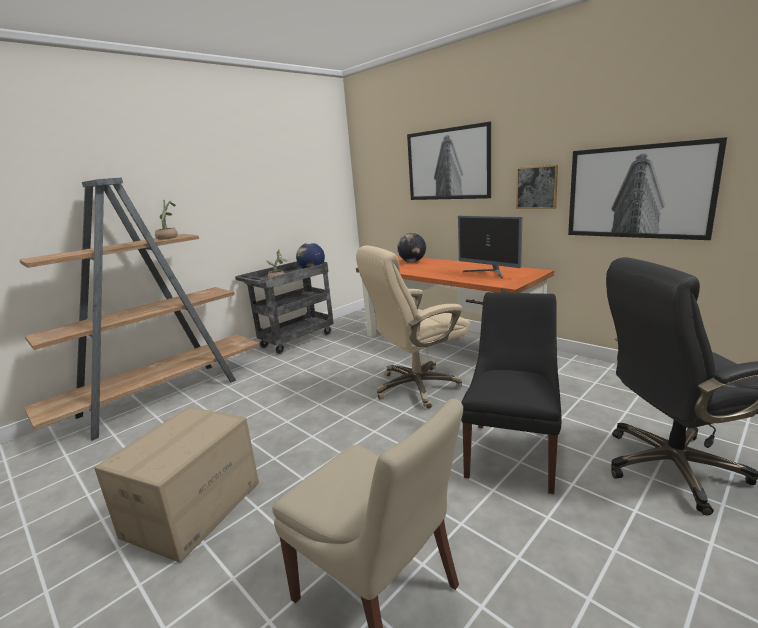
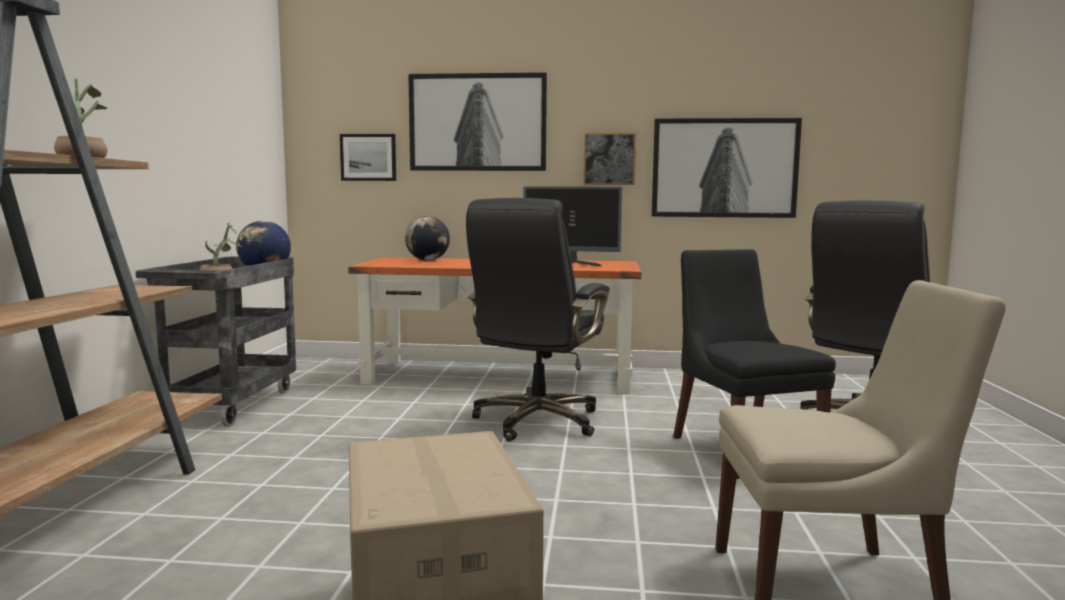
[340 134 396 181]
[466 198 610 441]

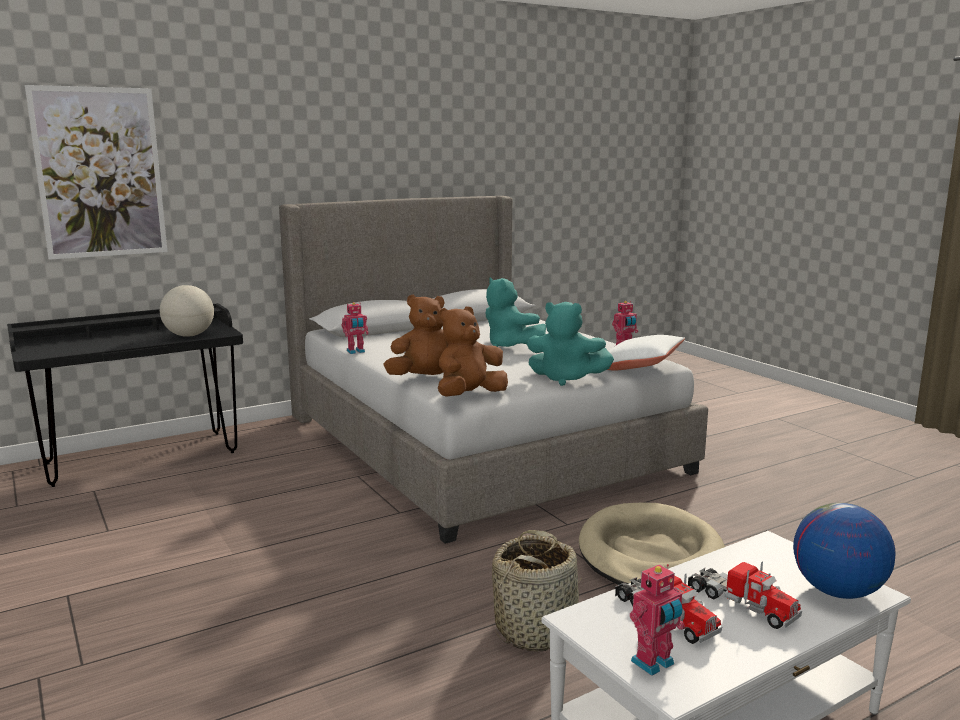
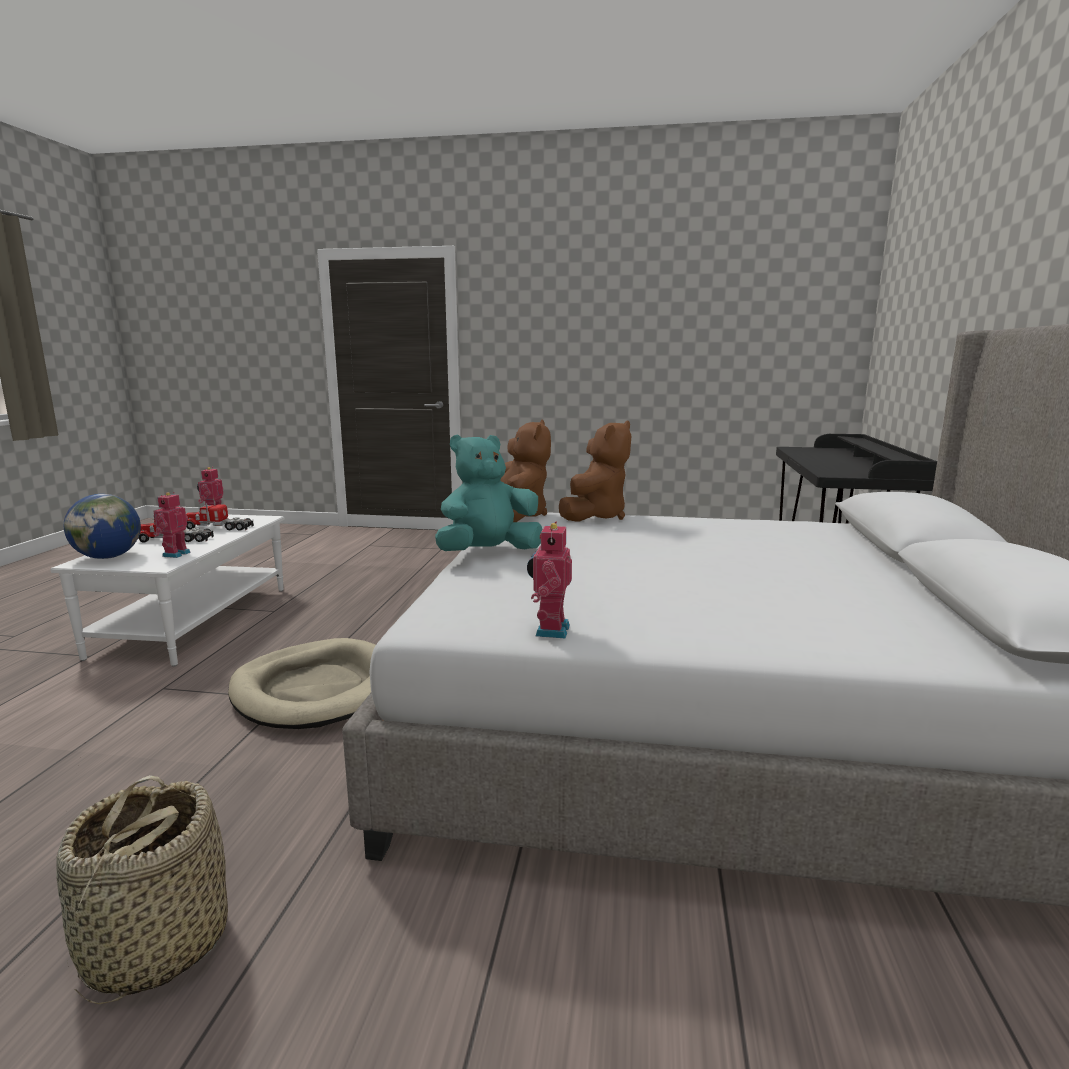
[25 85 168 260] (first image)
[160 285 214 337] (first image)
[486 278 546 347] (first image)
[607 335 685 370] (first image)
[153 492 191 558]
[56 775 228 1004]

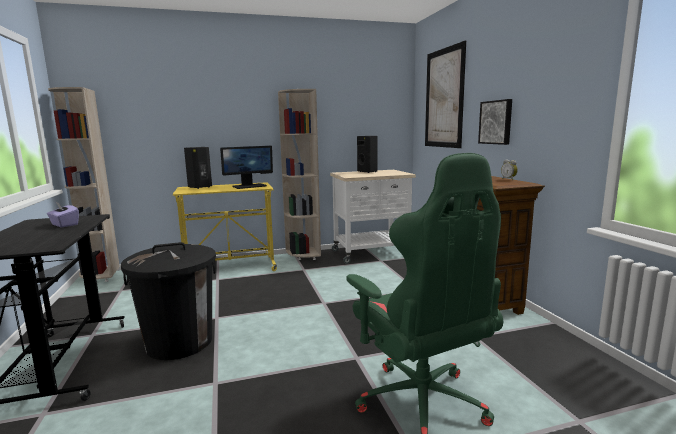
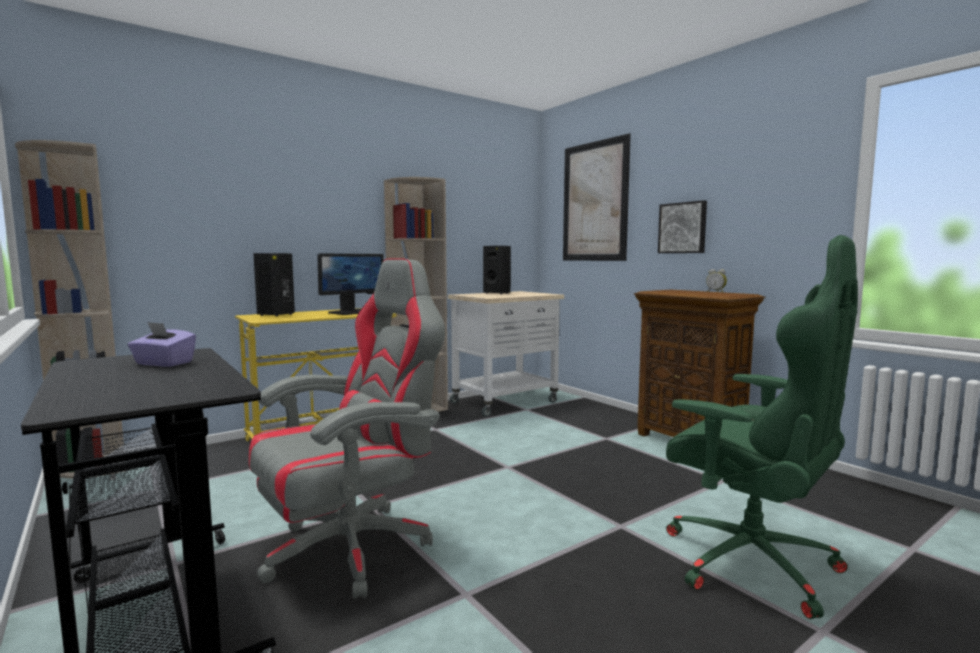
[249 259 445 599]

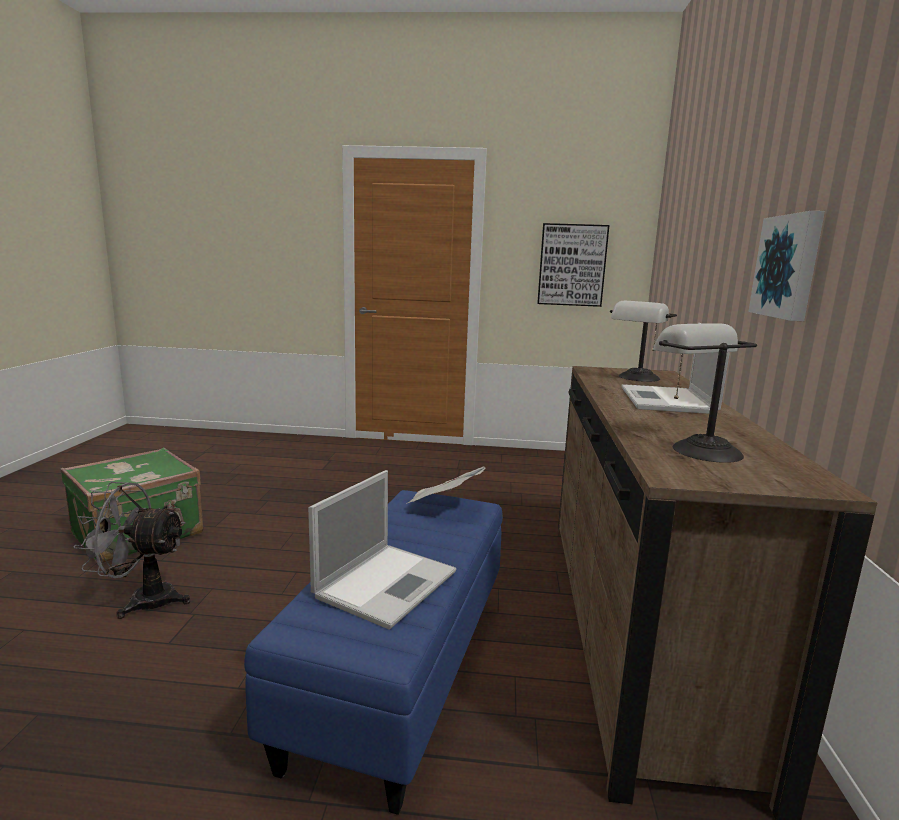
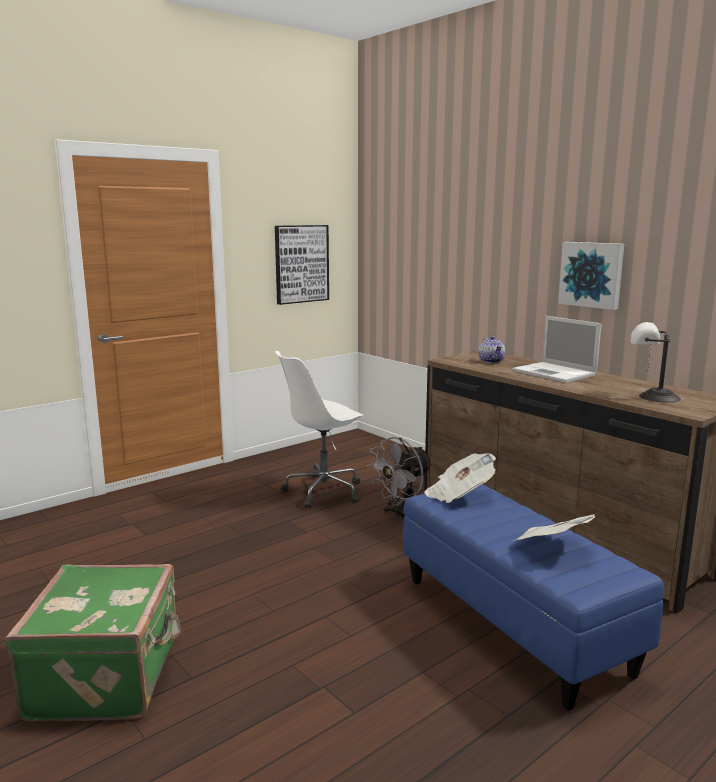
[275 351 363 508]
[367 437 433 519]
[513 514 595 541]
[478 336 505 363]

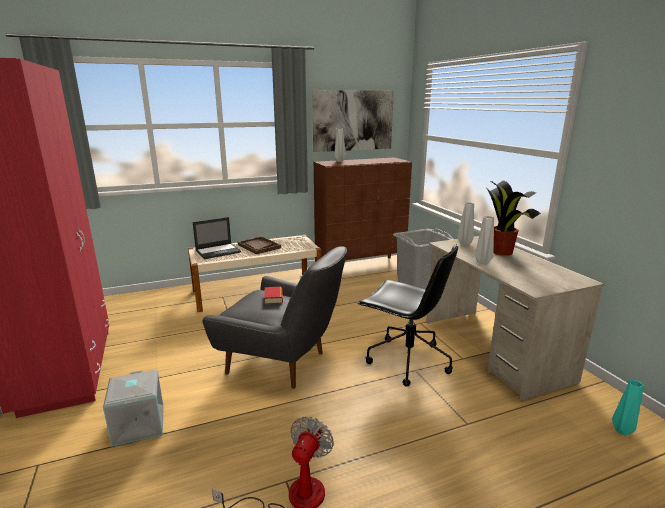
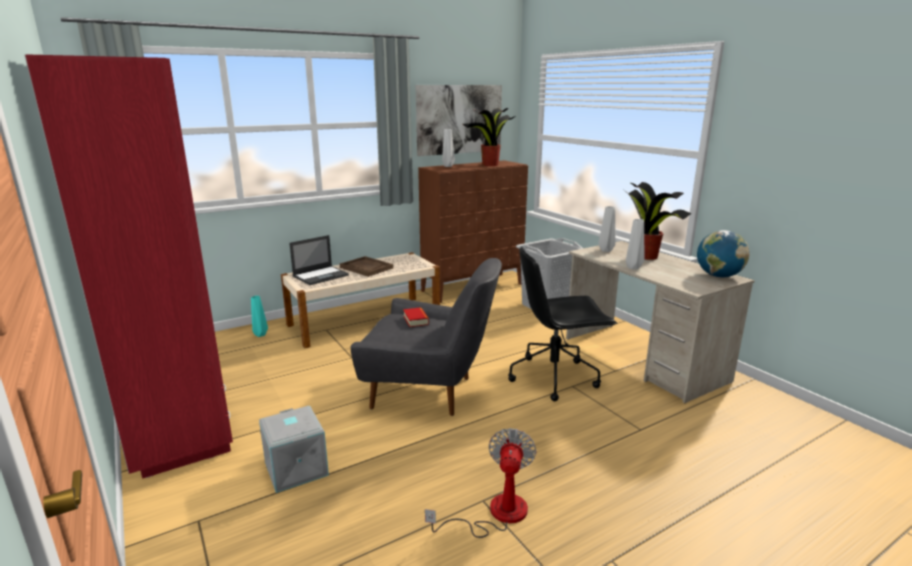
[463 108 516 166]
[697 230 750 277]
[251 296 268 337]
[508 246 617 401]

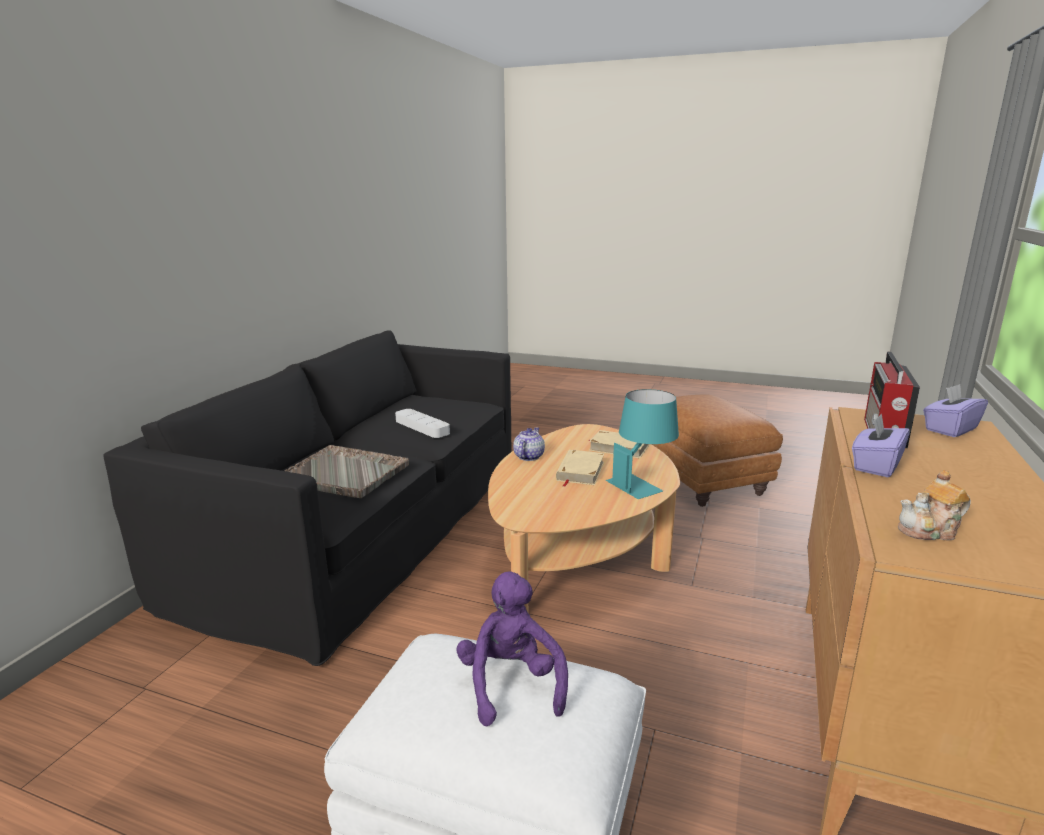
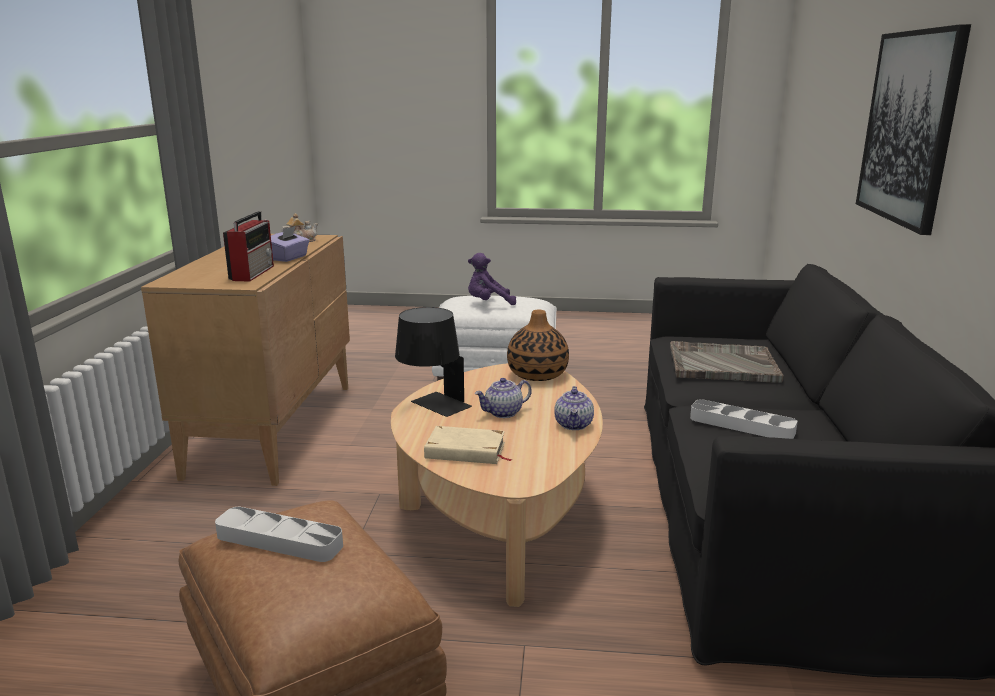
[923 384 988 437] (first image)
[215 507 343 562]
[507 310 569 381]
[856 24 971 235]
[475 378 532 418]
[395 307 472 417]
[468 253 516 305]

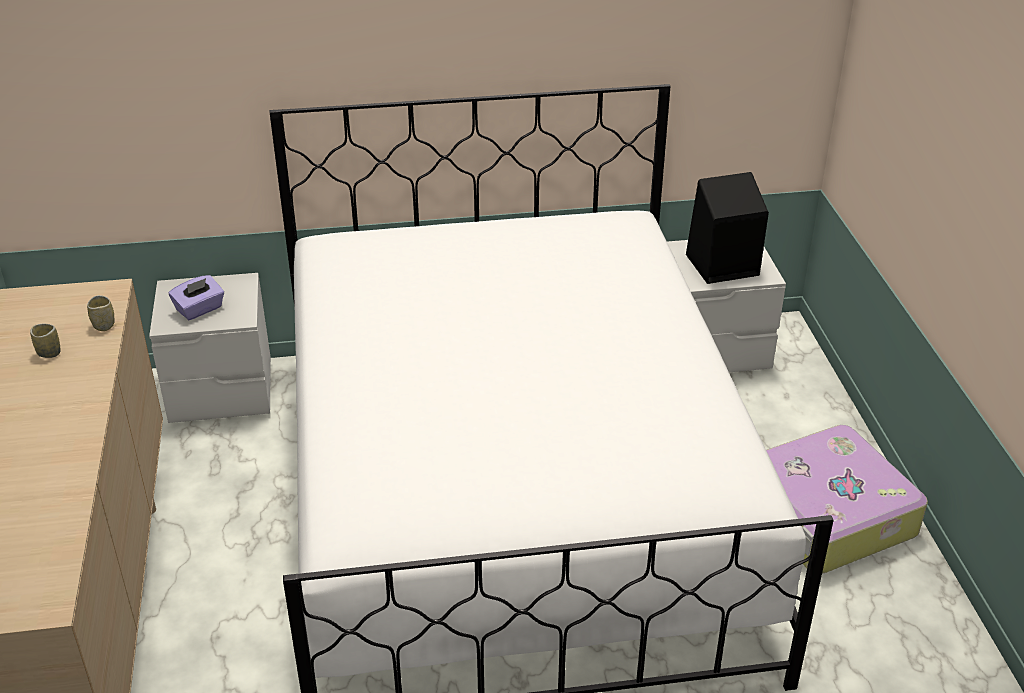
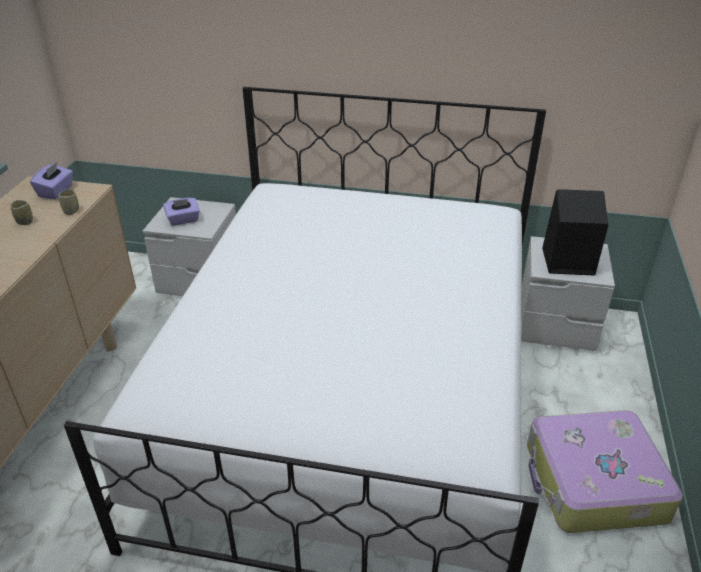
[30 162 73 199]

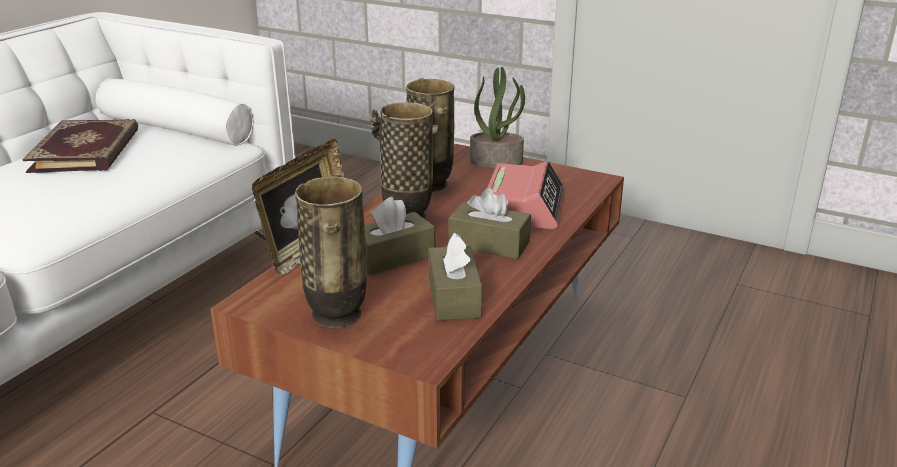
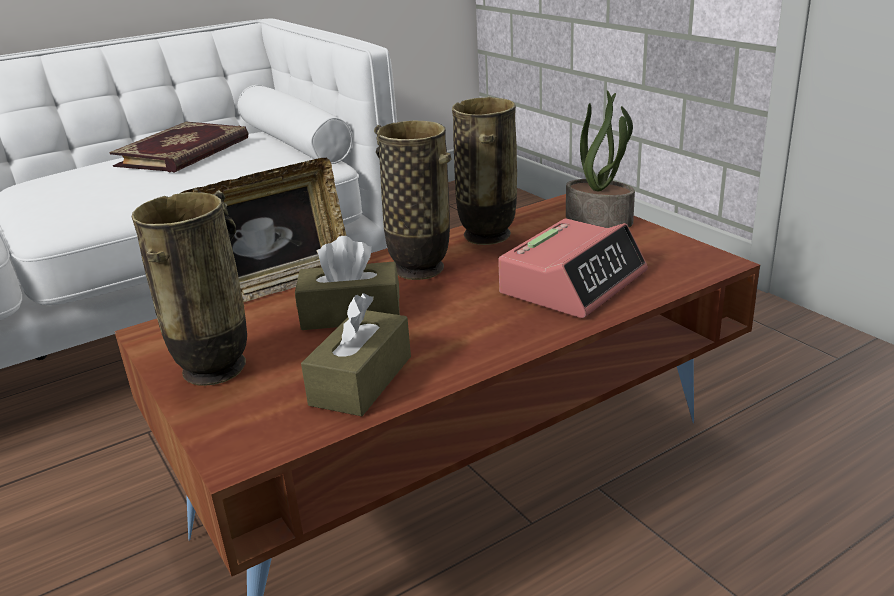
[448 188 531 259] (first image)

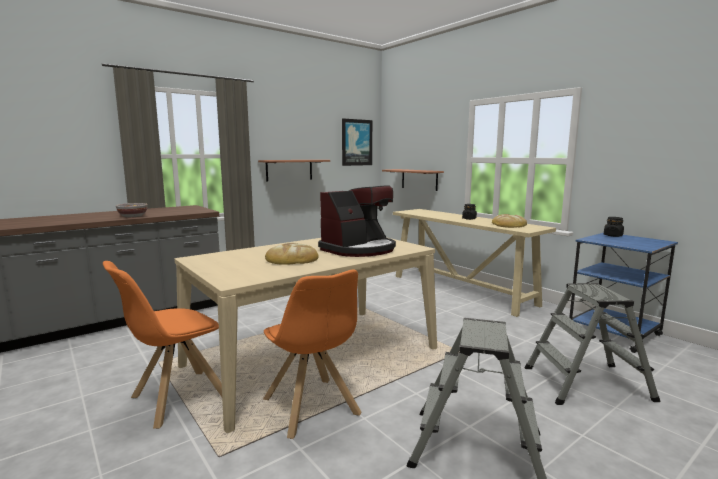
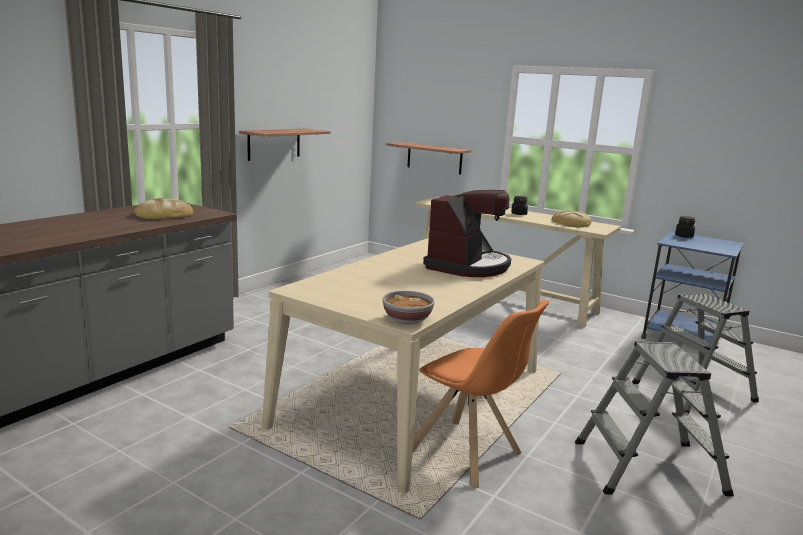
[103 261 222 429] (first image)
[342 118 372 166] (first image)
[383 291 435 324]
[135 198 193 219]

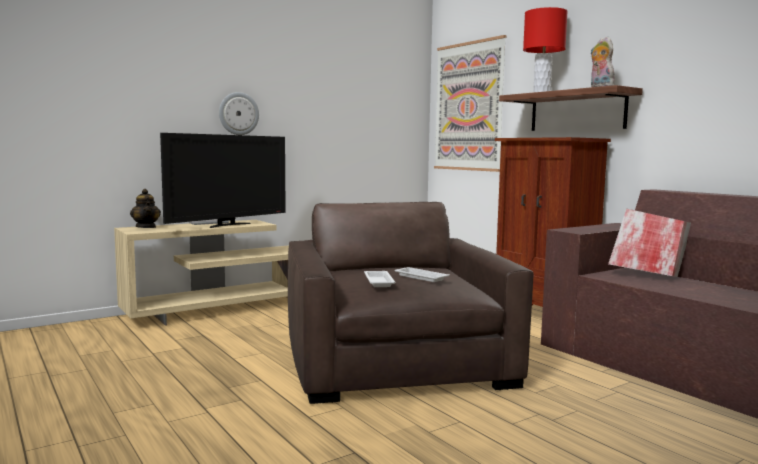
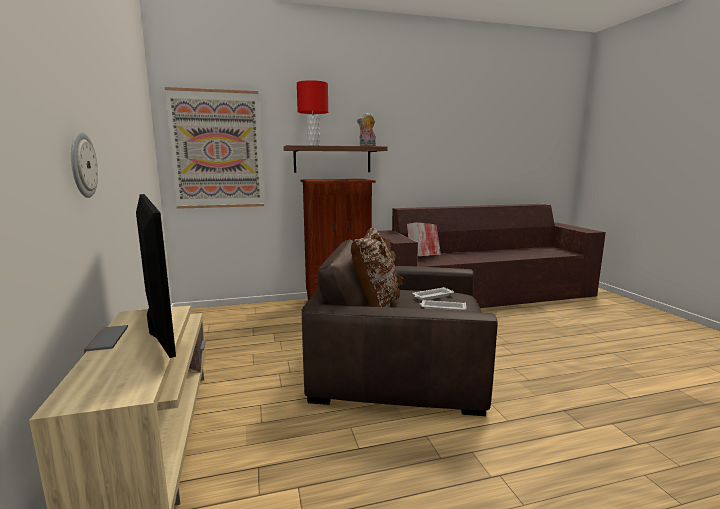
[130 189 161 228] (first image)
[351 228 404 307]

